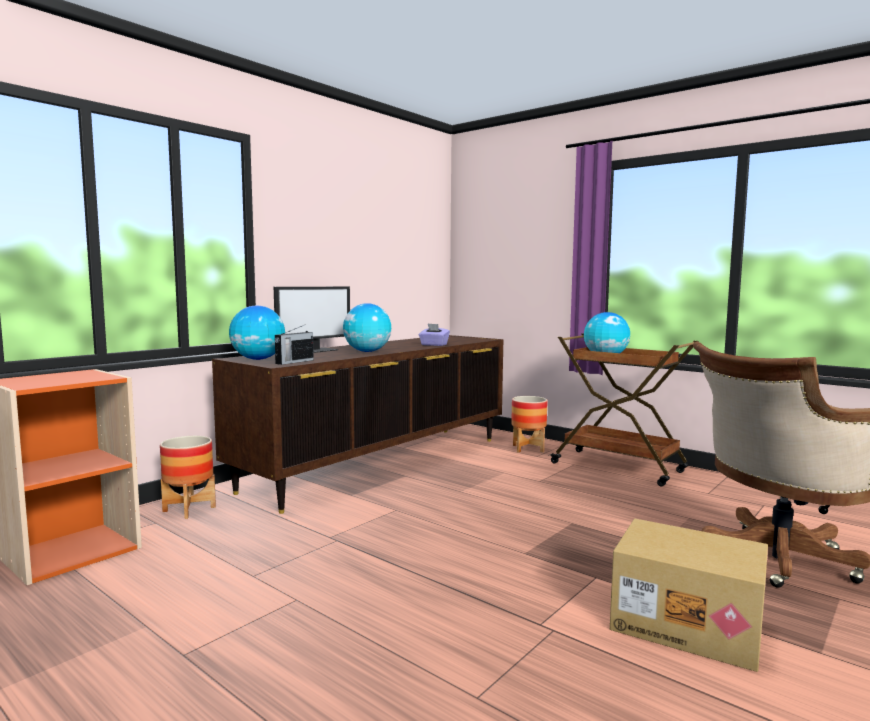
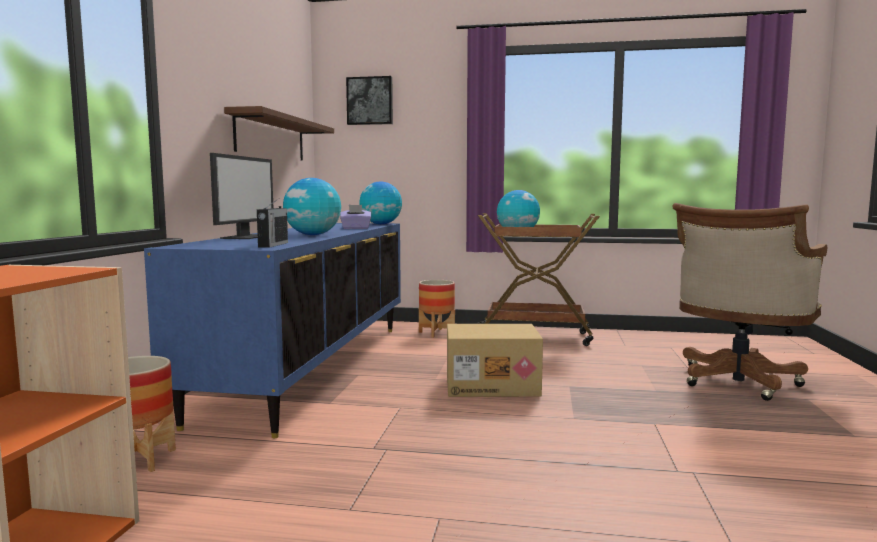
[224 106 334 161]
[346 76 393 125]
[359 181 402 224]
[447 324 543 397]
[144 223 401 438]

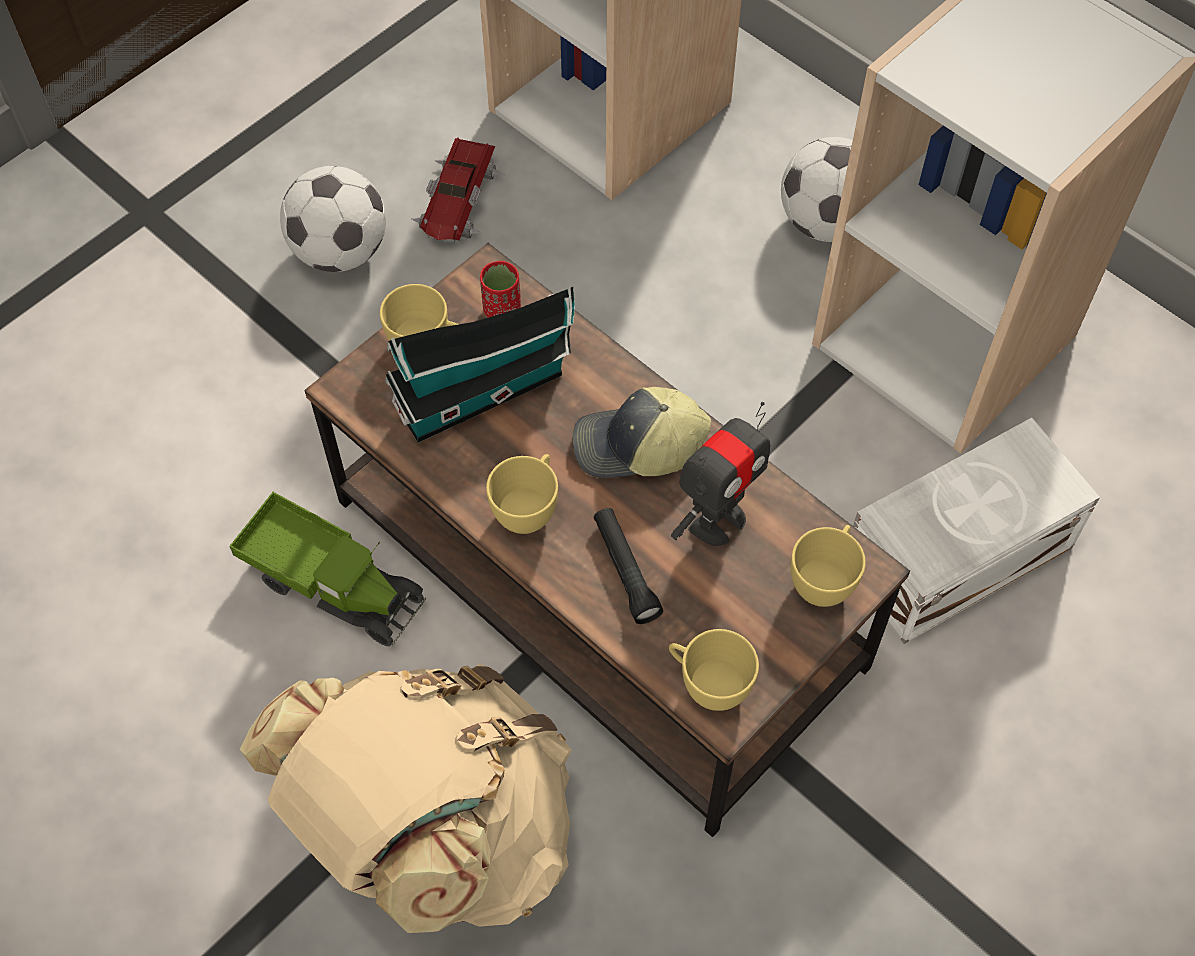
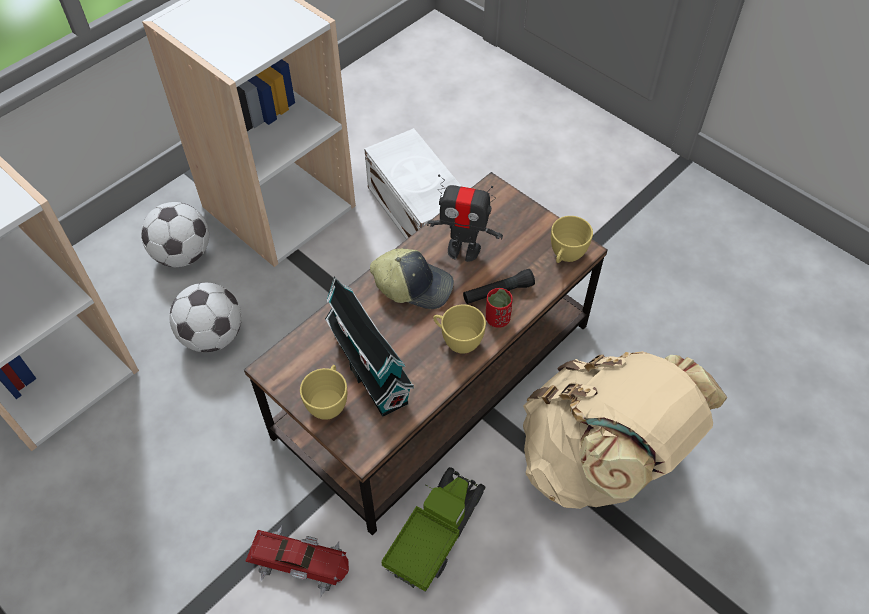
[791 525 866 607] (first image)
[169 283 242 352]
[245 526 349 598]
[486 288 513 328]
[370 248 454 309]
[427 174 503 262]

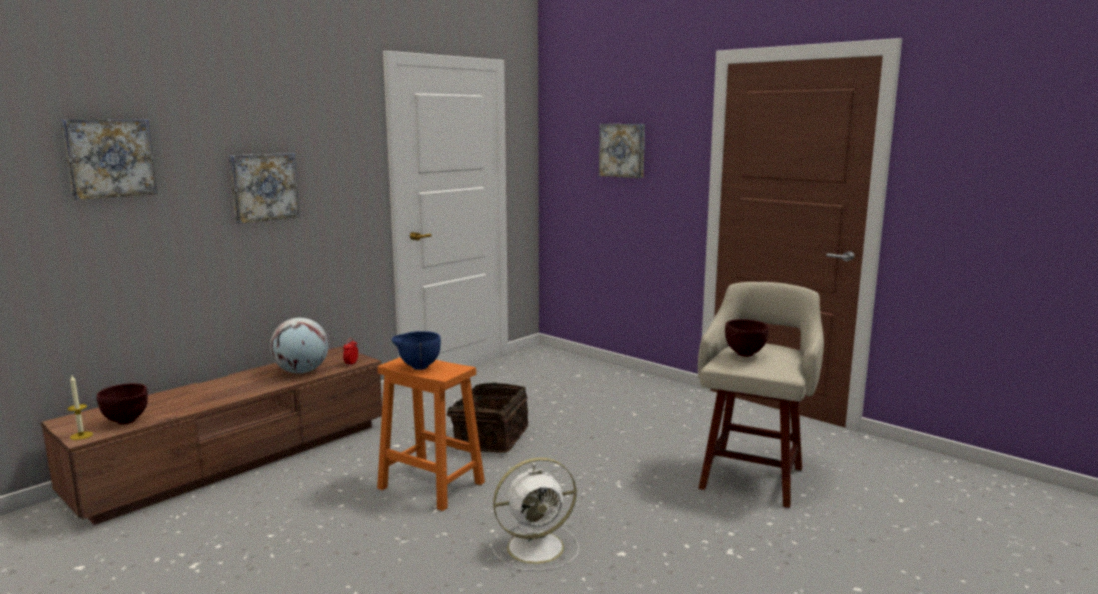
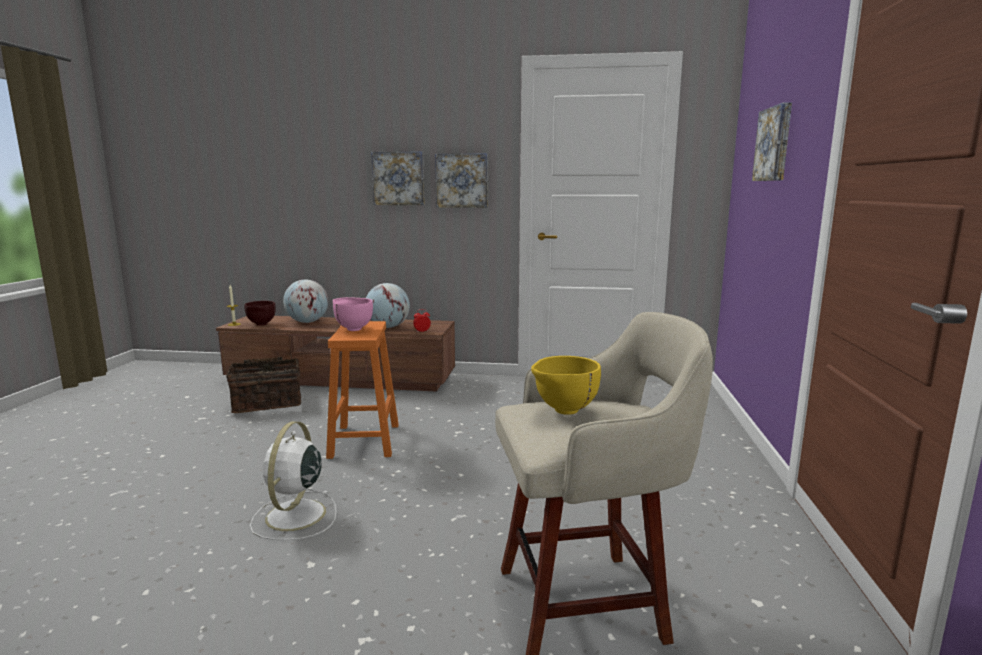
[283 280 328 323]
[435 153 488 208]
[226 357 301 413]
[333 297 373 331]
[531 356 601 415]
[250 422 337 540]

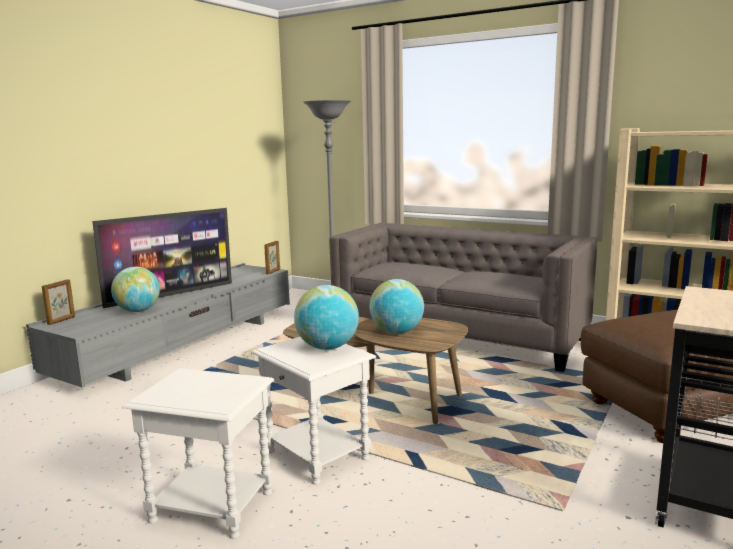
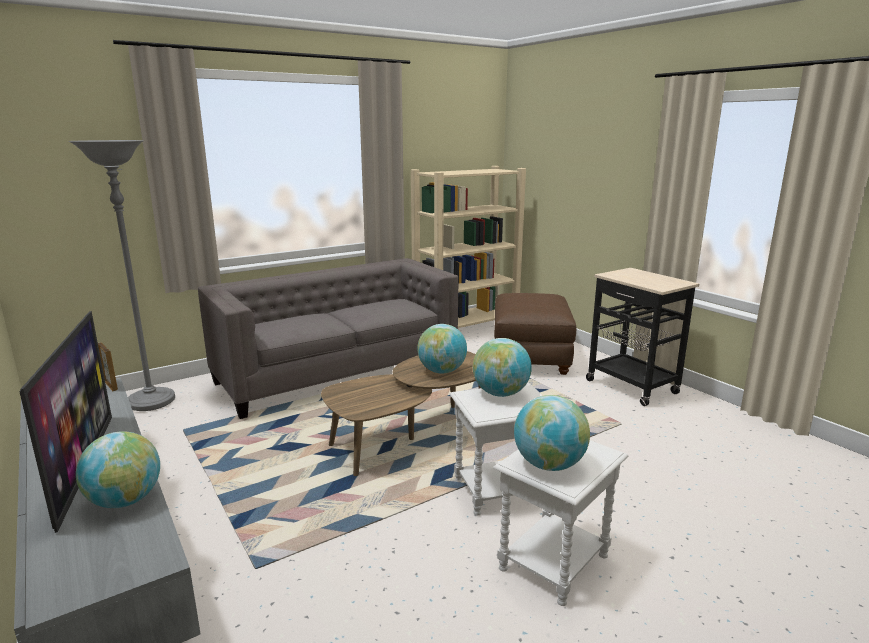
[42 279 75 325] (first image)
[514 395 590 471]

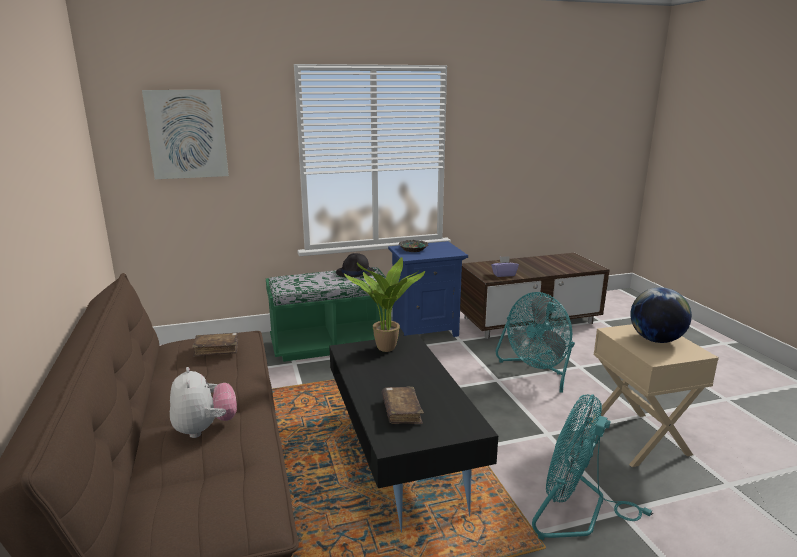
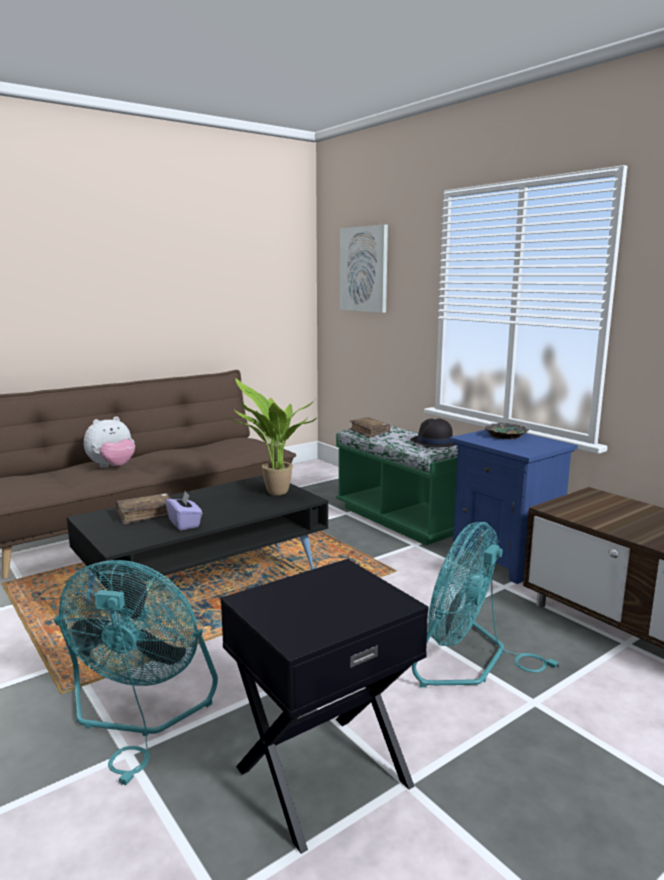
[630 287 692 343] (first image)
[349 417 390 437]
[165 491 202 530]
[221 559 428 854]

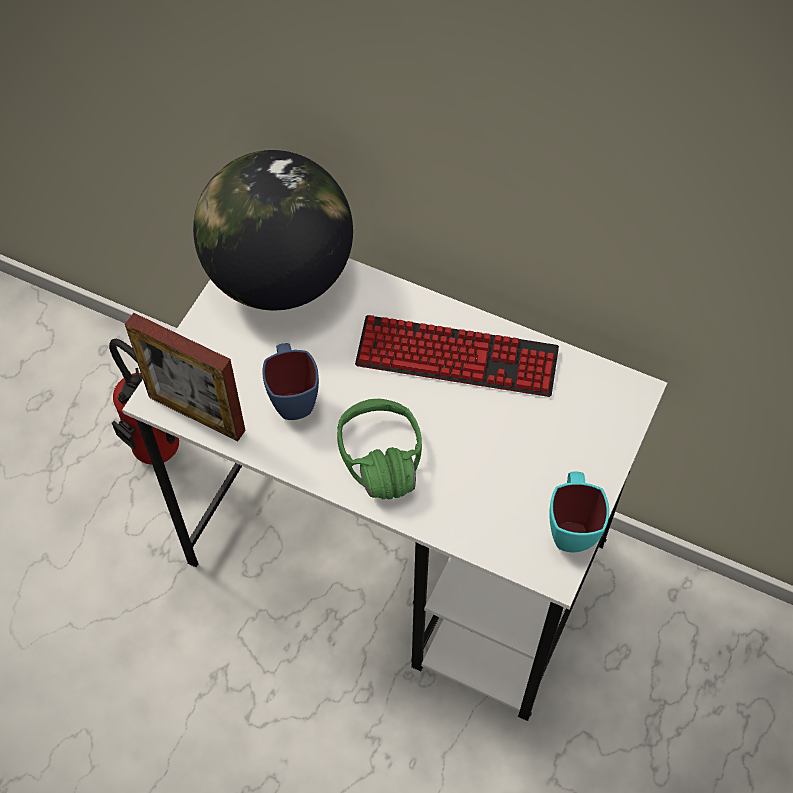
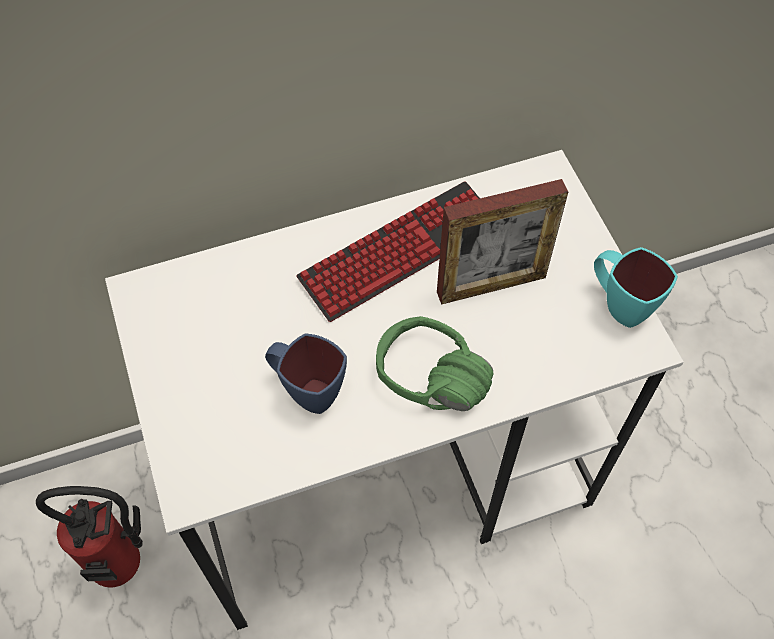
[193 150 353 310] (first image)
[437 179 568 305]

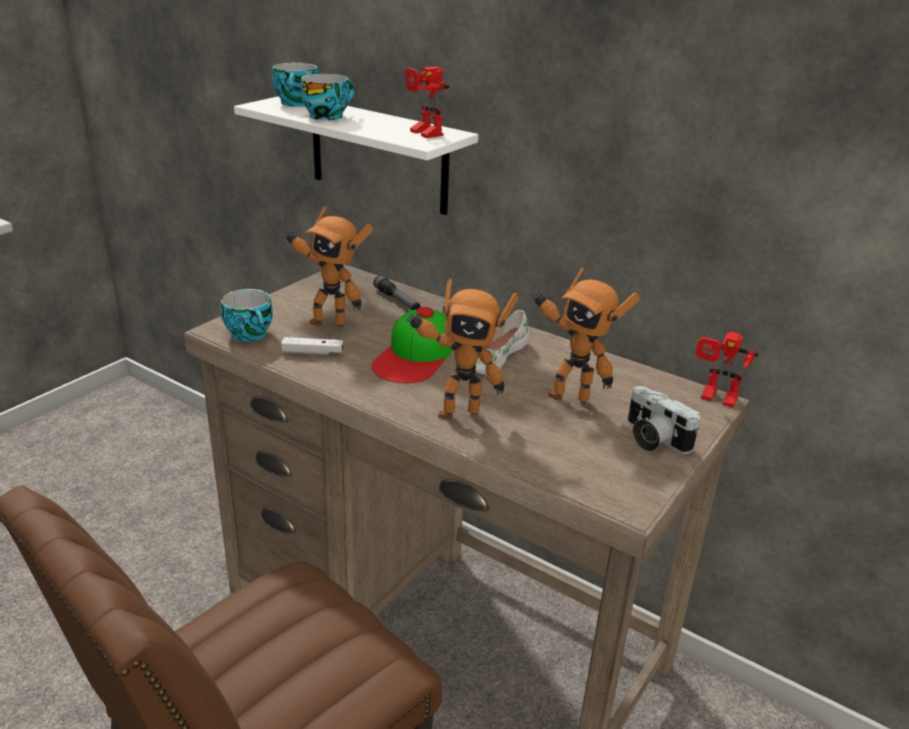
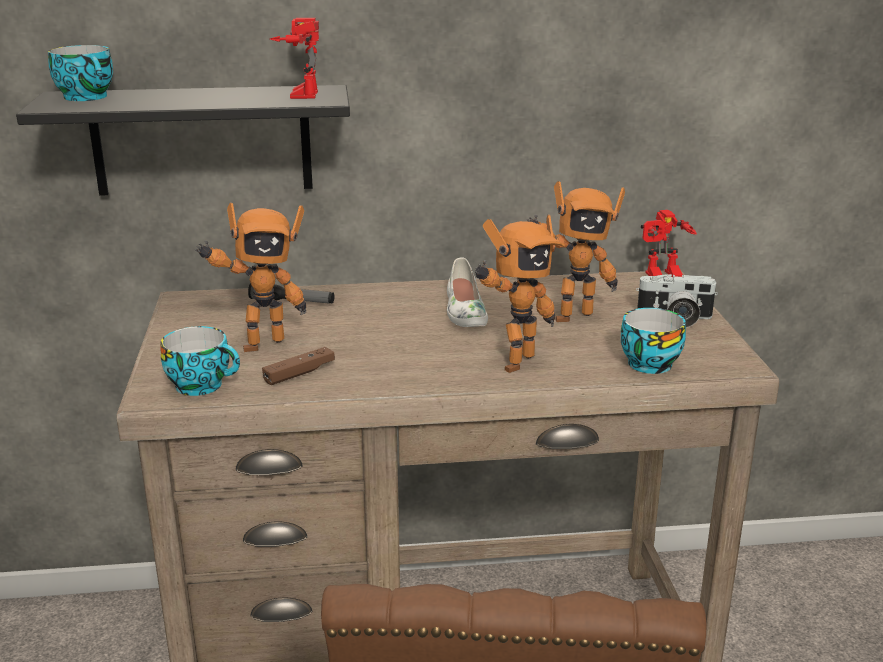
[371 307 453 383] (first image)
[620 308 686 374]
[16 85 350 196]
[262 347 335 385]
[270 18 319 99]

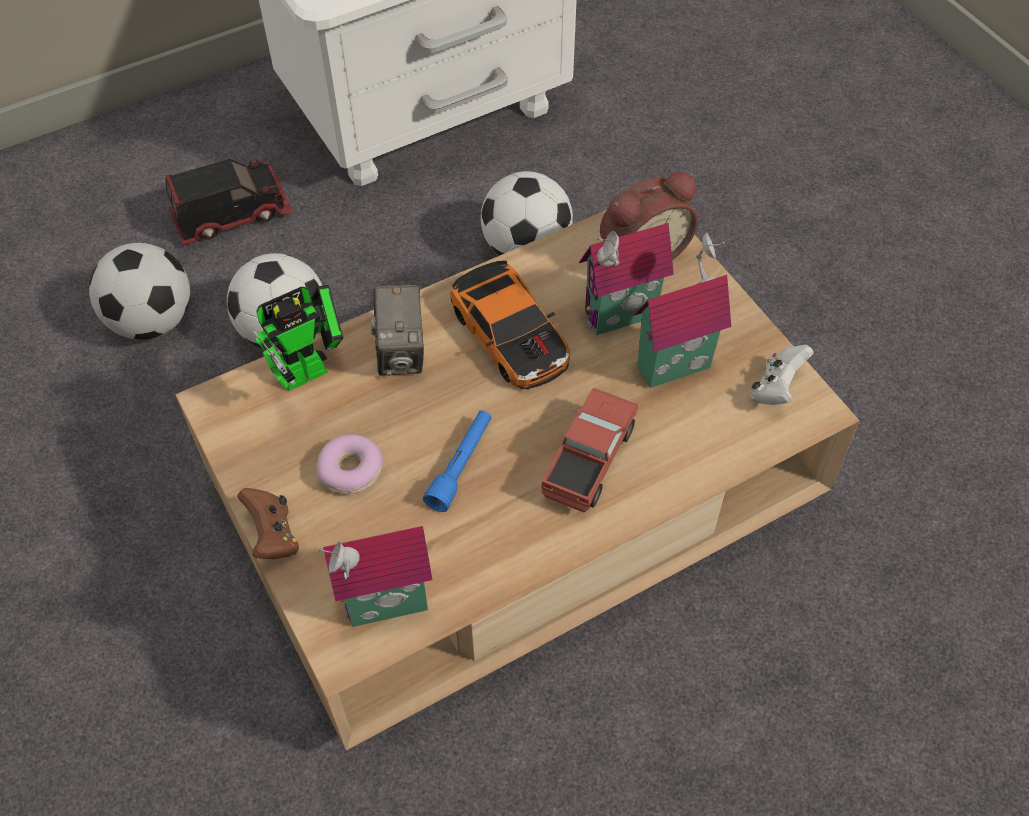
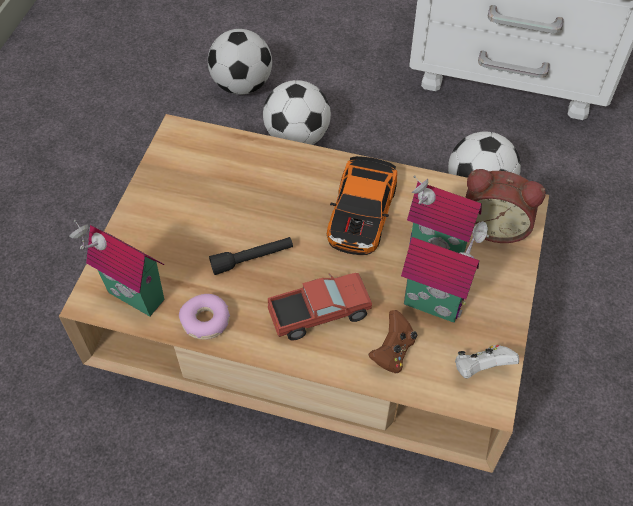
[165 159 293 245] (first image)
[253 284 343 391] (first image)
[371 285 424 376] (first image)
[369 310 417 374]
[179 294 230 340]
[209 237 293 275]

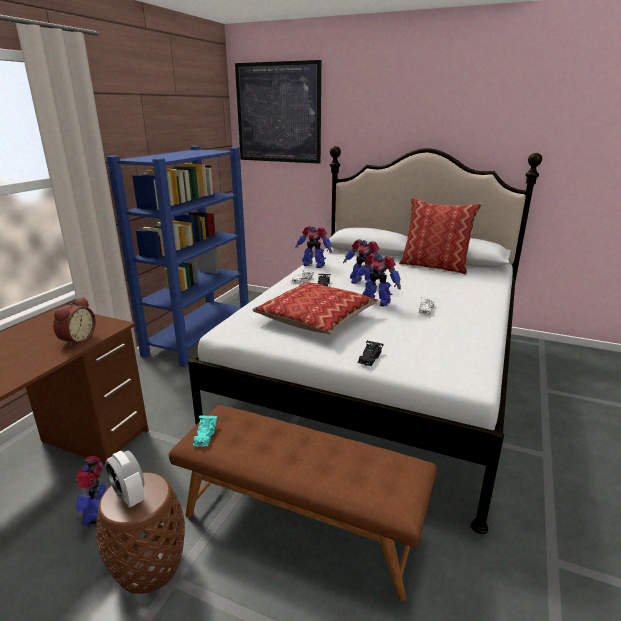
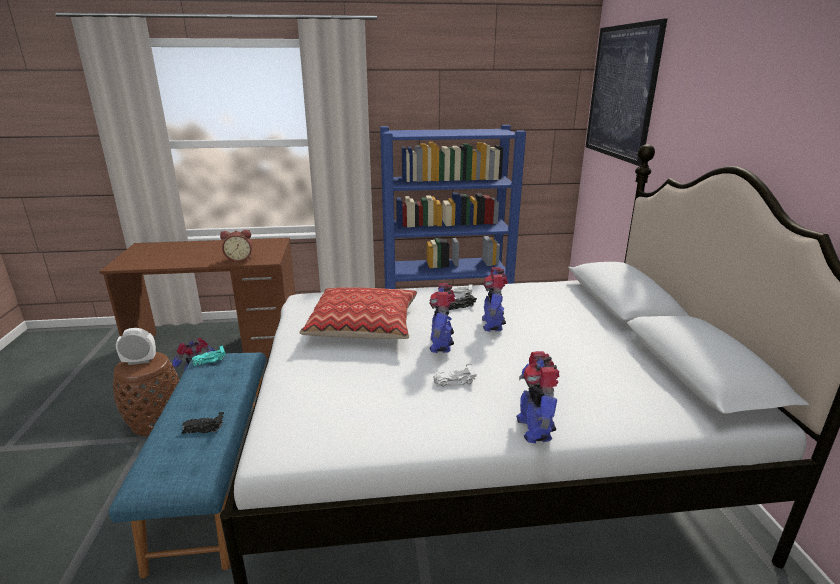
[399 198 482 275] (first image)
[516 351 560 443]
[182 412 224 434]
[108 353 266 578]
[116 328 156 365]

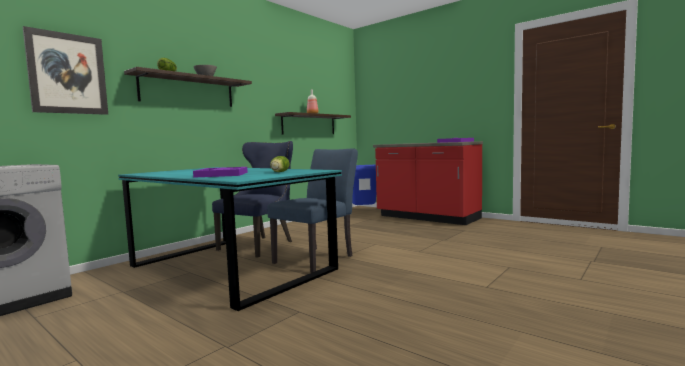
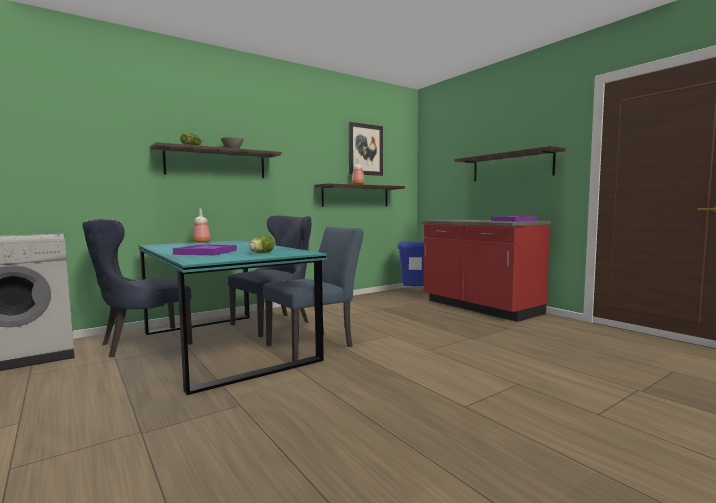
[83 219 193 357]
[193 209 211 243]
[455 146 565 181]
[348 122 383 176]

